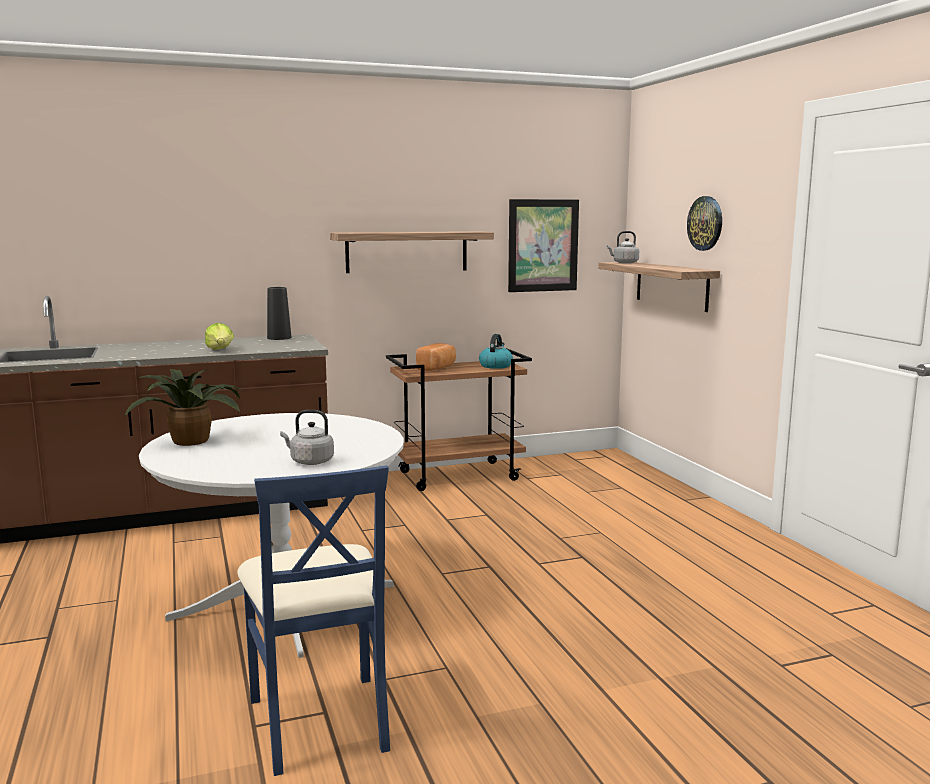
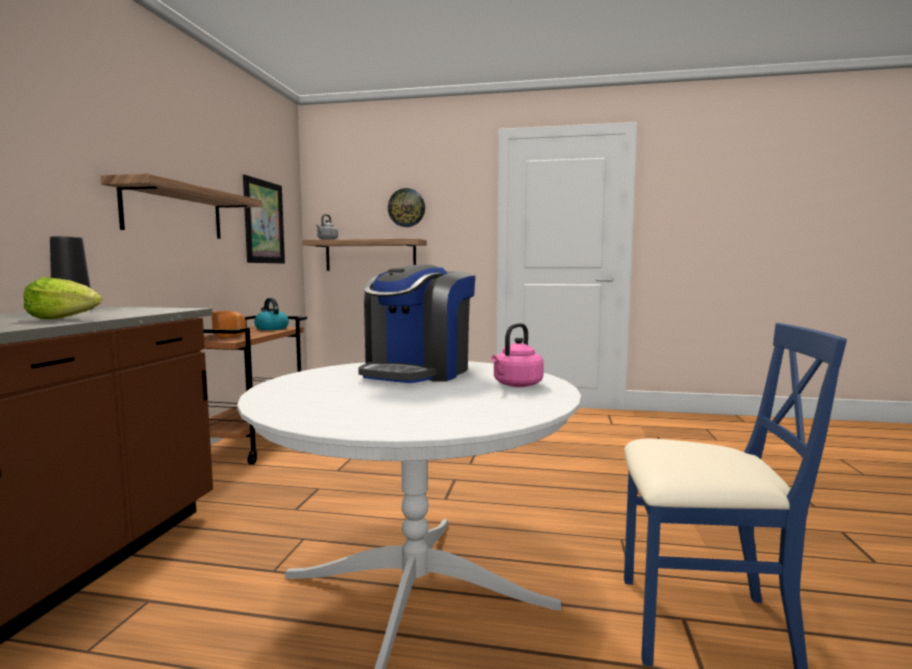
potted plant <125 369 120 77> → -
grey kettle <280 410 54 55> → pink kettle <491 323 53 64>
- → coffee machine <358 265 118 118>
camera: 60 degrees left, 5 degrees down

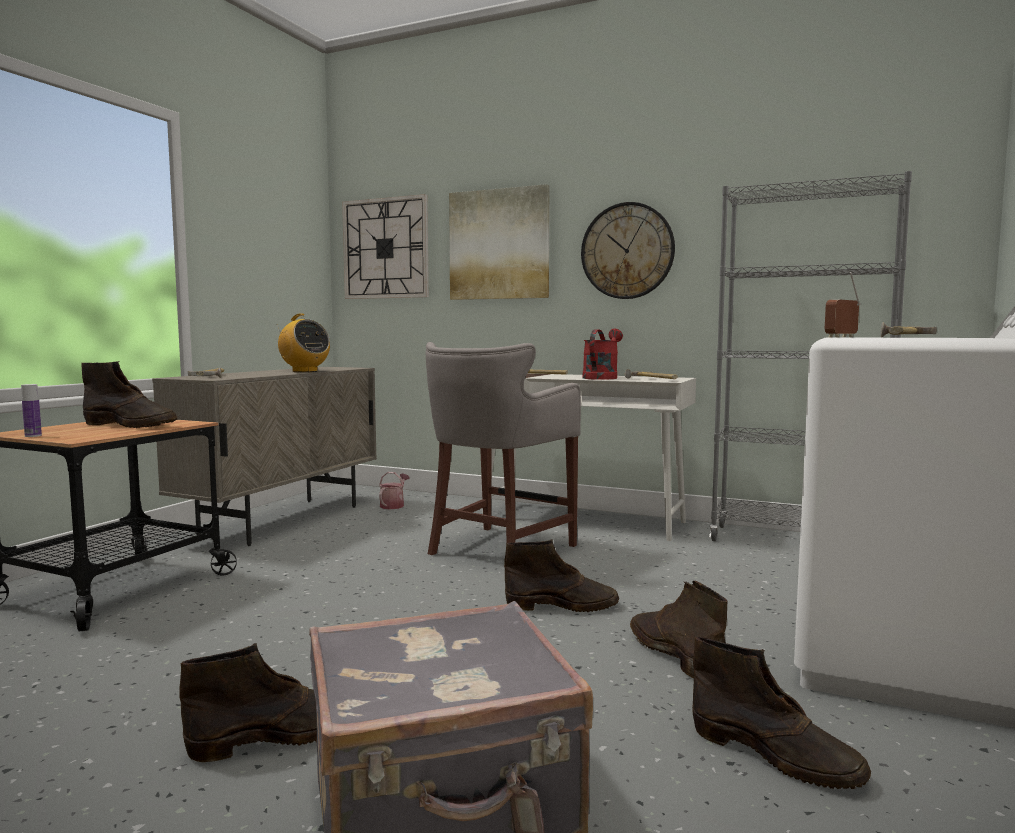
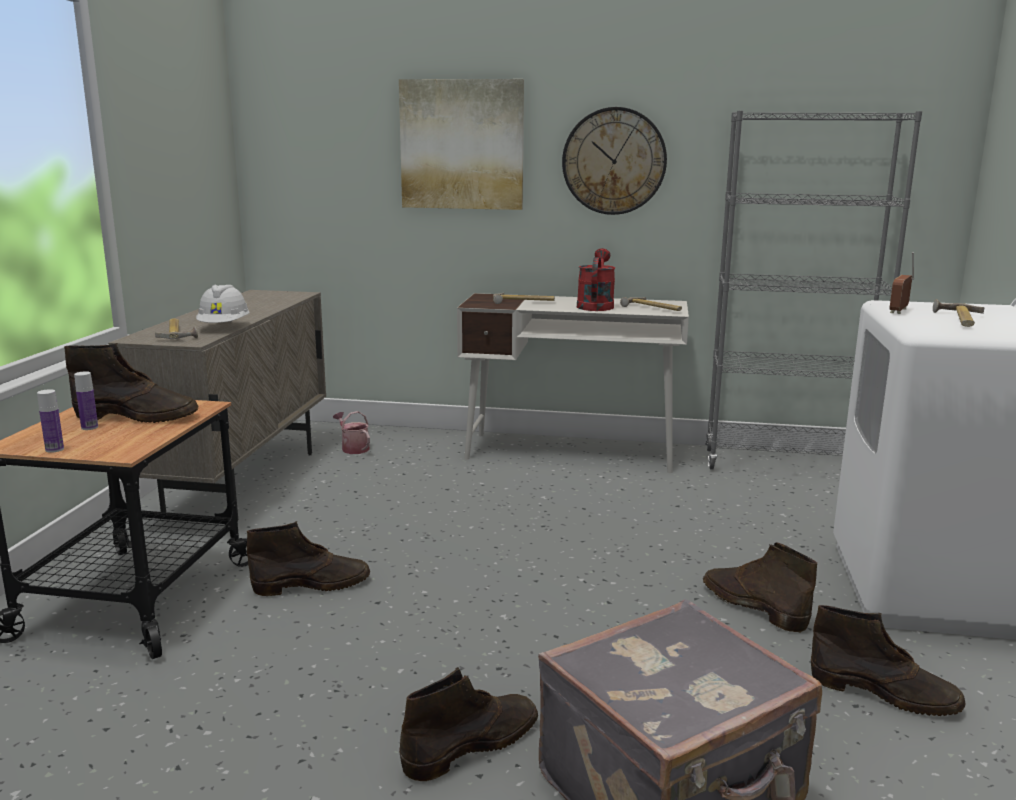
wall clock <342 194 87 105> → -
radio <276 314 54 58> → -
grey stool <425 342 156 213> → -
watering can <379 472 31 37> → watering can <333 411 37 43>, 45 degrees counterclockwise
brown boot <504 539 115 73> → brown boot <247 521 123 75>, moved
- → white hard hat <196 285 54 38>
- → bottle <74 371 24 59>
camera: 15 degrees left, 10 degrees up

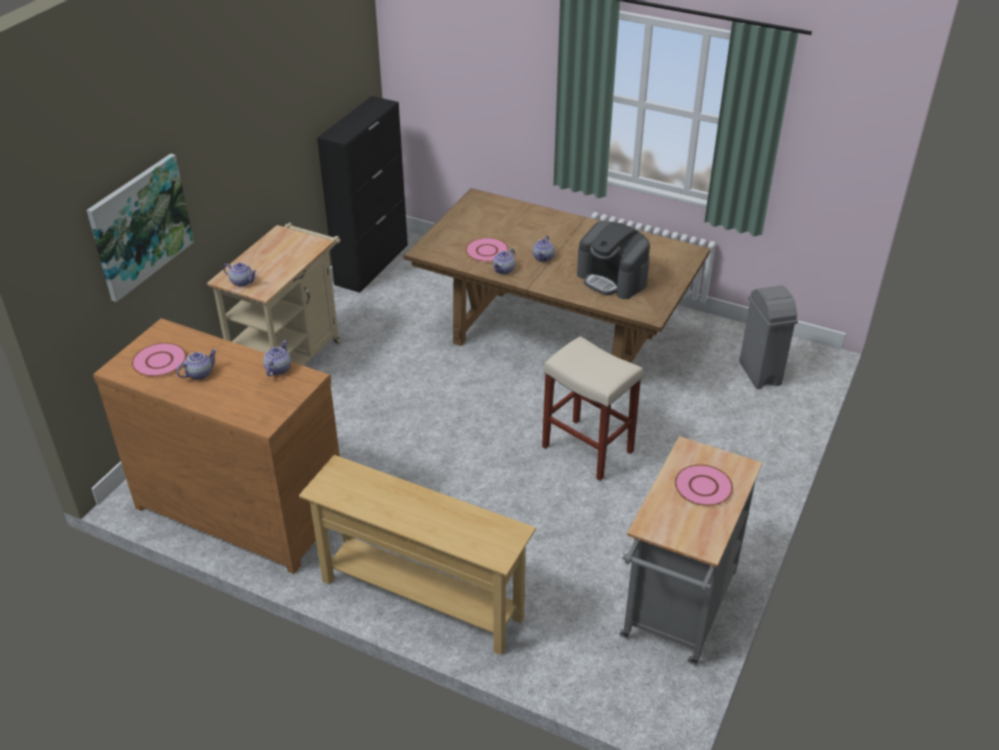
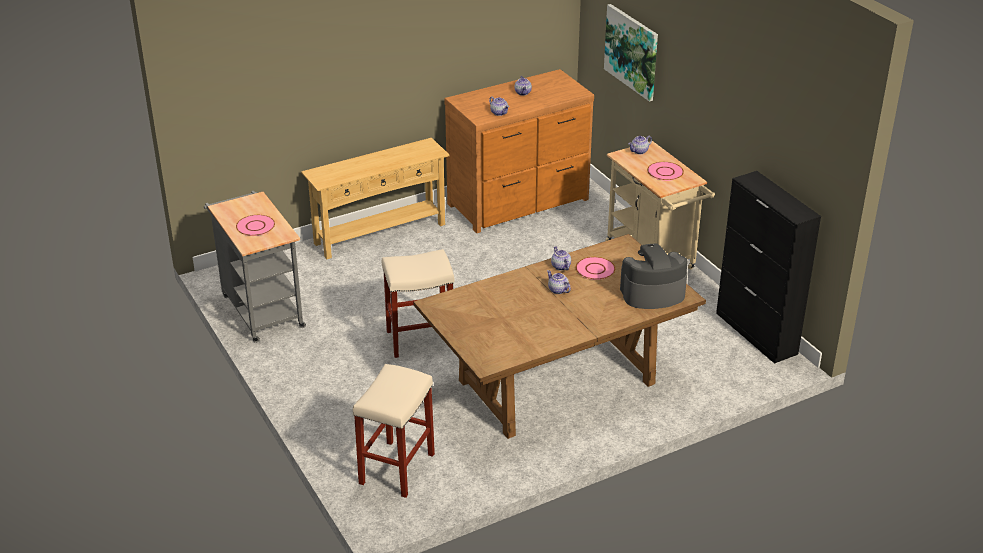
coffee machine <577 221 73 78> → coffee machine <620 244 68 65>, moved
grey trash can <739 286 59 103> → beige stool <353 364 82 134>
pink plate <132 343 55 34> → pink plate <647 162 37 19>, moved
camera: 125 degrees right, 5 degrees down

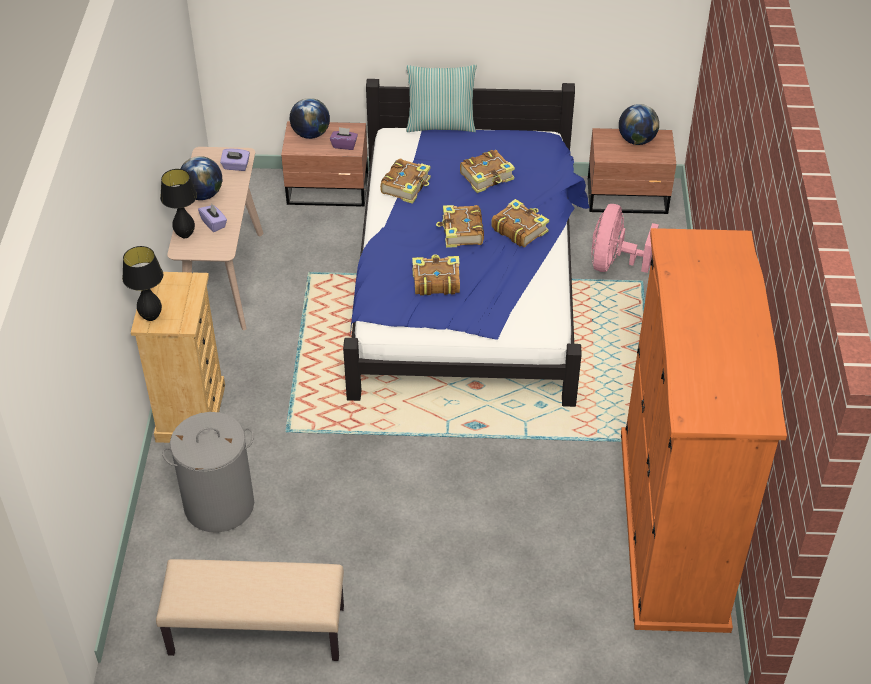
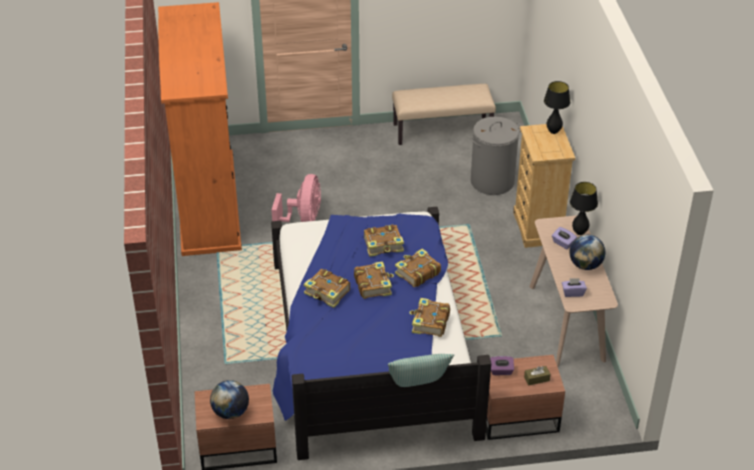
globe <290 98 40 41> → brown tissue box <524 366 26 20>
book <460 150 55 43> → book <395 249 46 38>, moved
pink fan <591 204 68 69> → pink fan <272 174 49 48>, moved
camera: 170 degrees right, 5 degrees down

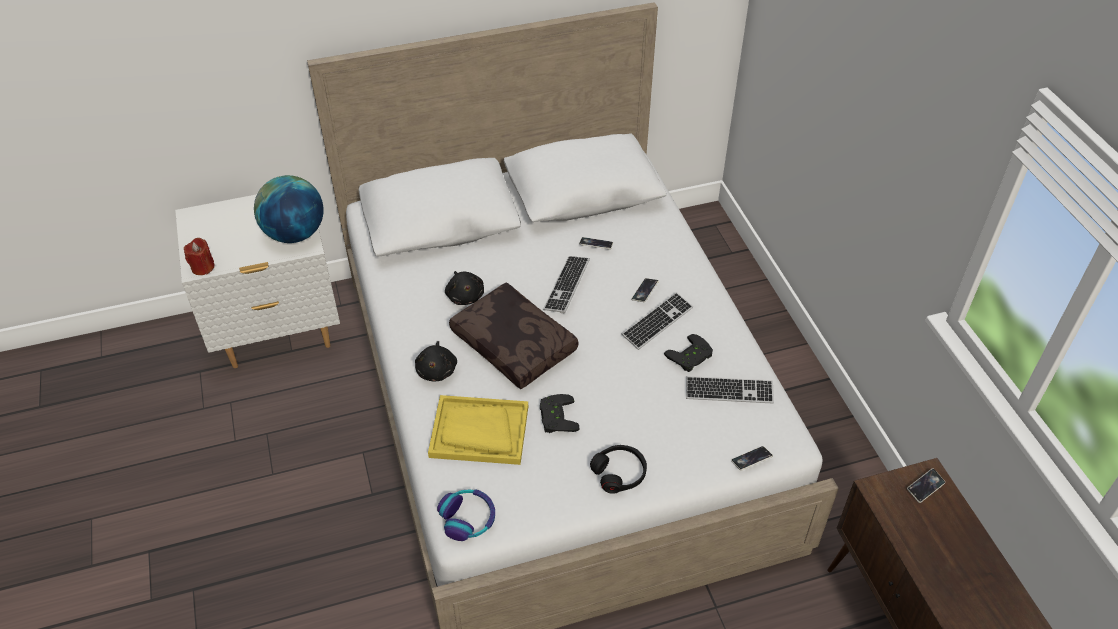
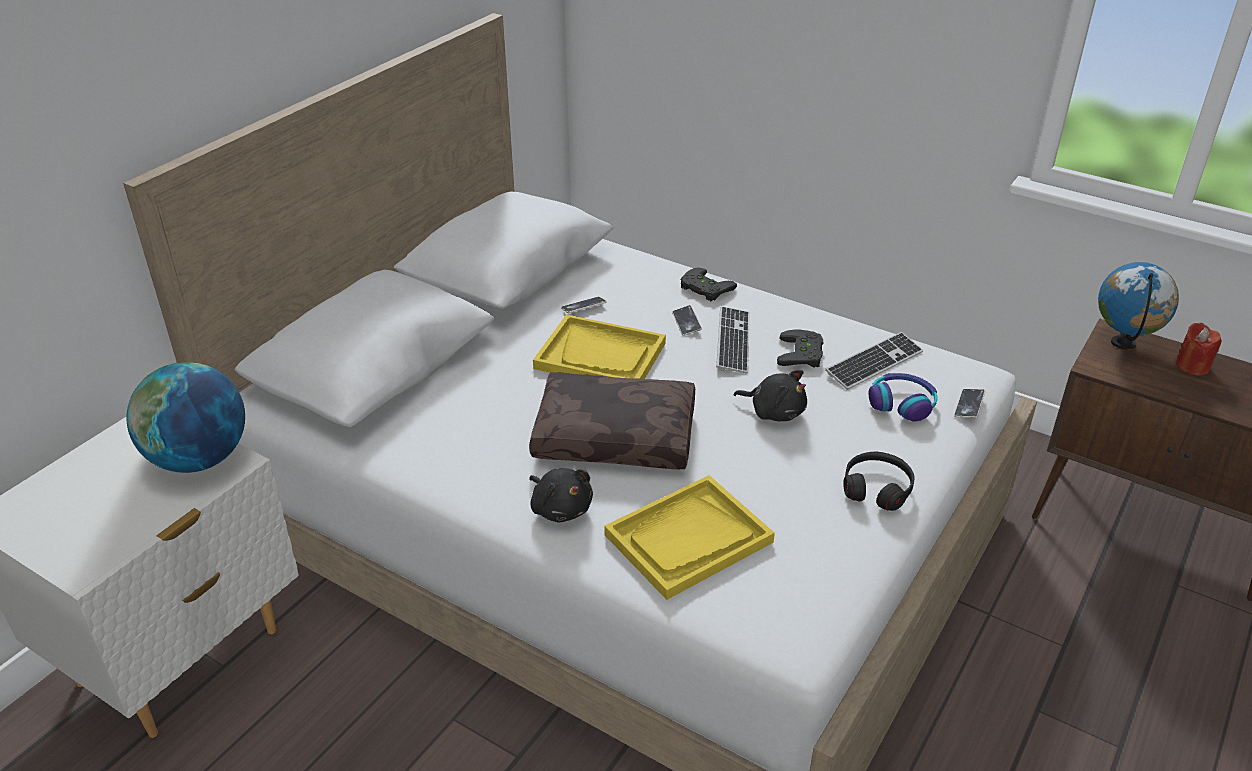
red candle <184 238 31 37> → red candle <1176 323 46 53>, moved
keyboard <543 256 47 58> → yellow tray <533 314 133 65>
black plush toy <445 271 39 34> → black plush toy <734 370 73 51>, moved
black game controller <540 394 39 39> → black game controller <681 267 56 34>, moved
phone <907 468 38 35> → globe <1098 262 81 88>
headphones <437 489 58 52> → headphones <869 373 68 49>, moved
camera: 40 degrees left, 10 degrees down

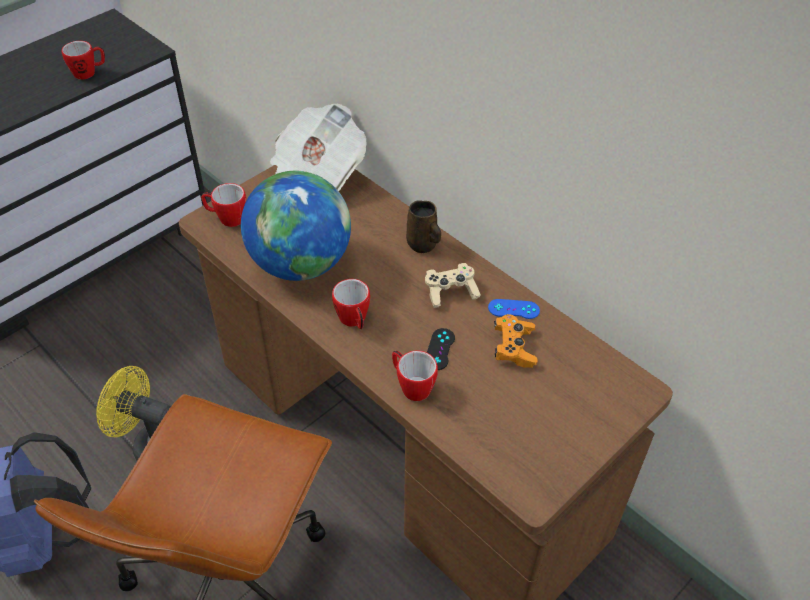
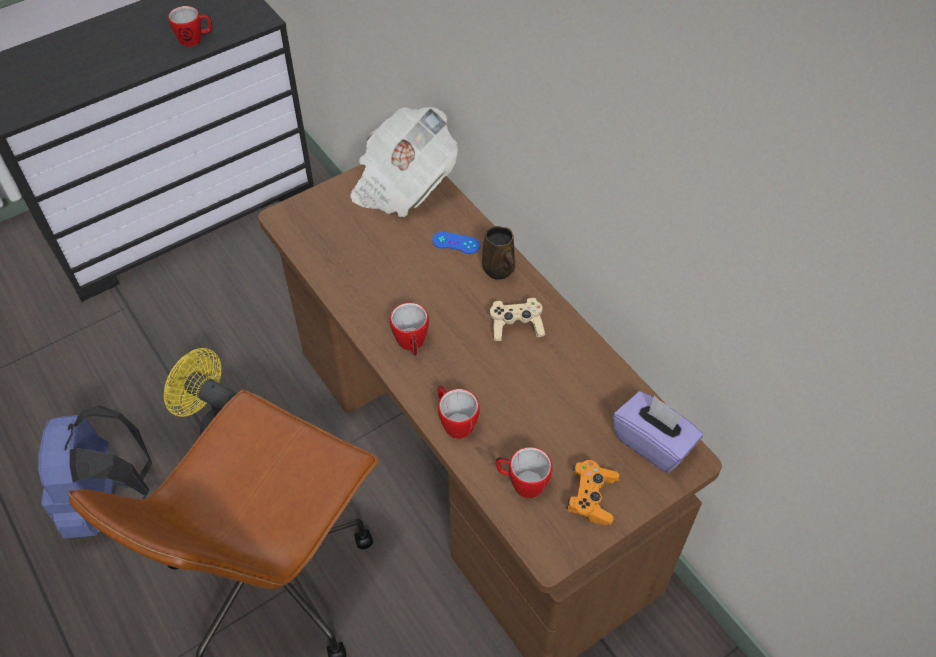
globe <241 171 110 110> → -
mug <201 183 45 44> → mug <496 447 56 51>, moved
blue game controller <488 299 52 20> → blue game controller <432 232 48 22>, moved
orange game controller <494 314 44 54> → orange game controller <566 460 53 65>, moved
black game controller <427 328 28 42> → -
- → purple tissue box <613 391 90 82>
camera: 10 degrees right, 5 degrees up

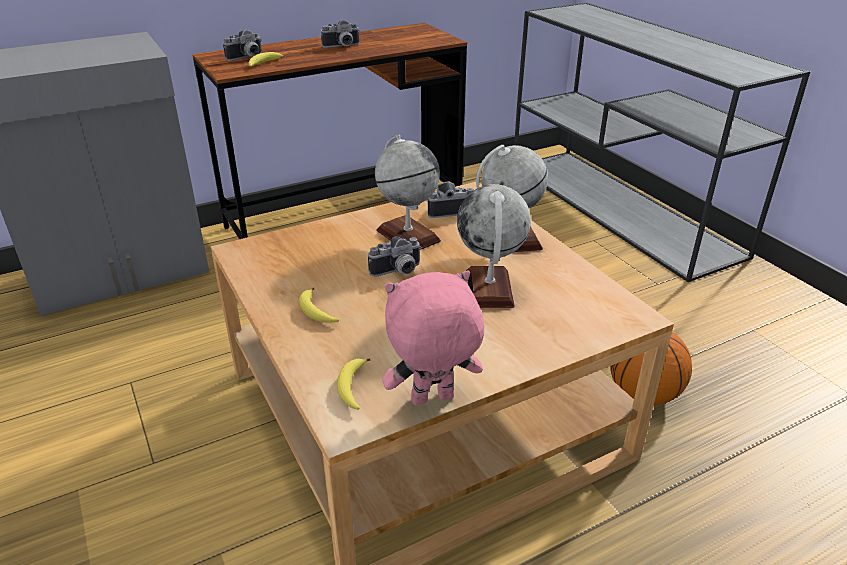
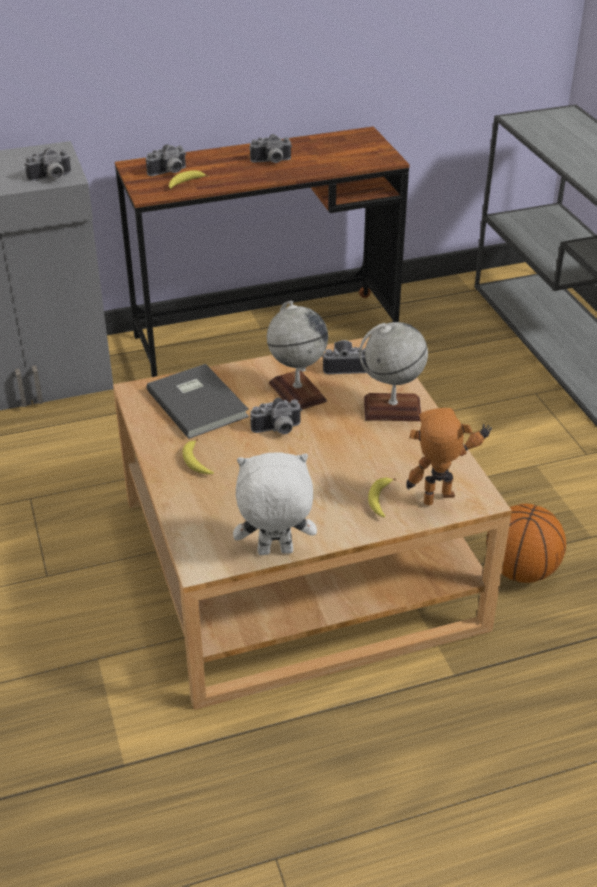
globe <457 184 74 124> → -
pink plush toy <382 270 102 135> → white plush toy <233 452 84 103>
banana <337 358 33 52> → banana <368 477 28 41>, moved
- → photo camera <24 148 47 33>
- → grey book <146 364 103 75>
- → toy robot <406 408 86 98>
camera: 10 degrees right, 5 degrees up

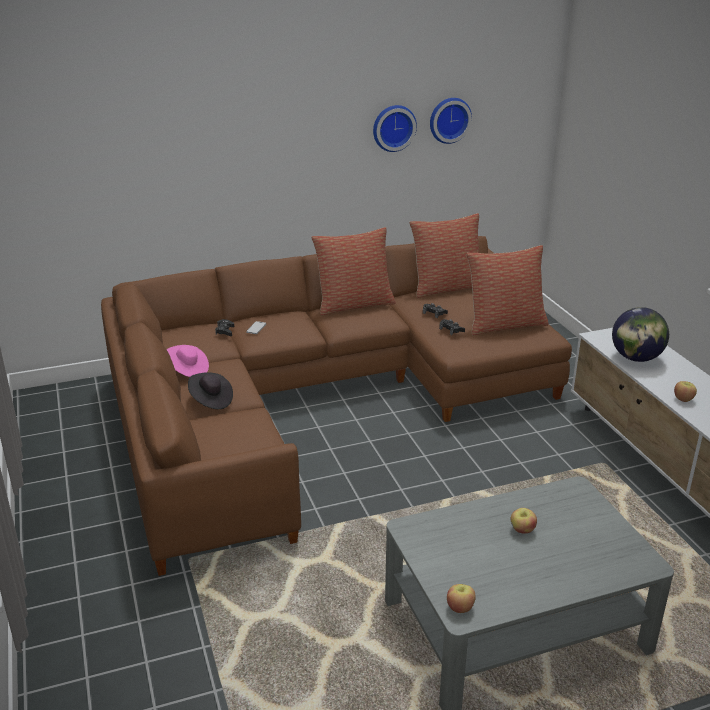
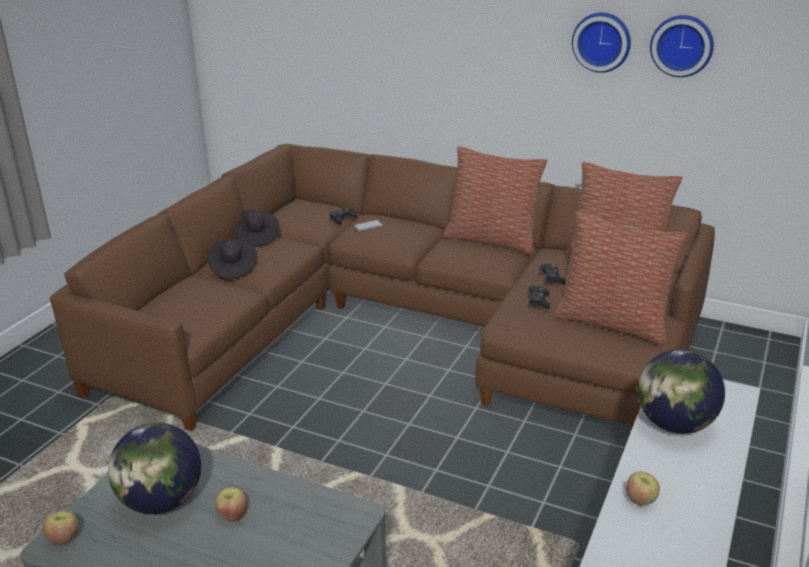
pink hat <167 345 42 32> → black hat <233 210 46 37>
- → globe <108 423 93 91>
camera: 45 degrees right, 0 degrees up

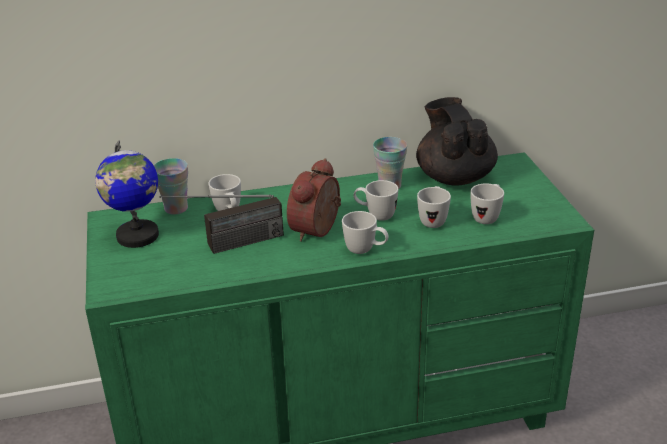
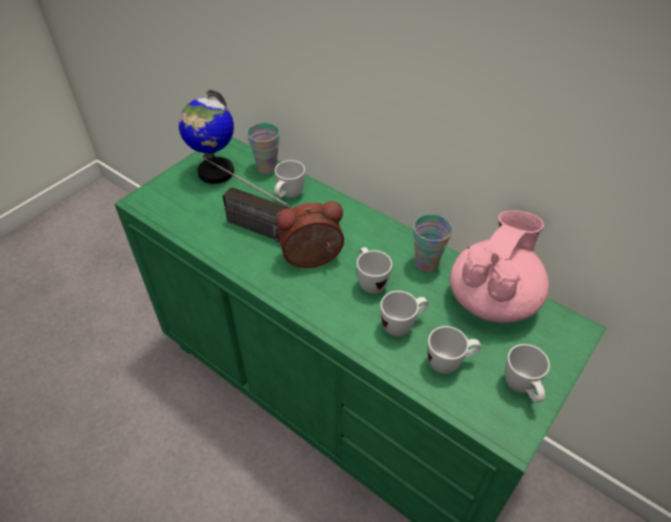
black teapot <416 97 82 89> → pink teapot <450 210 99 113>
white mug <342 211 47 43> → white mug <505 344 45 59>, moved
camera: 50 degrees right, 15 degrees up

